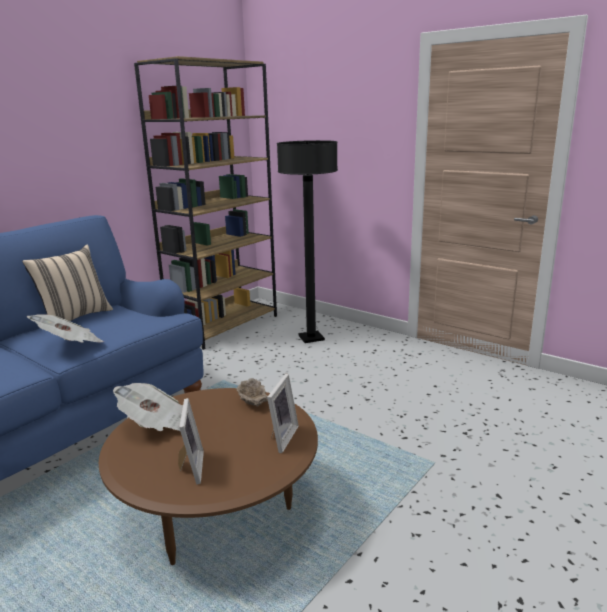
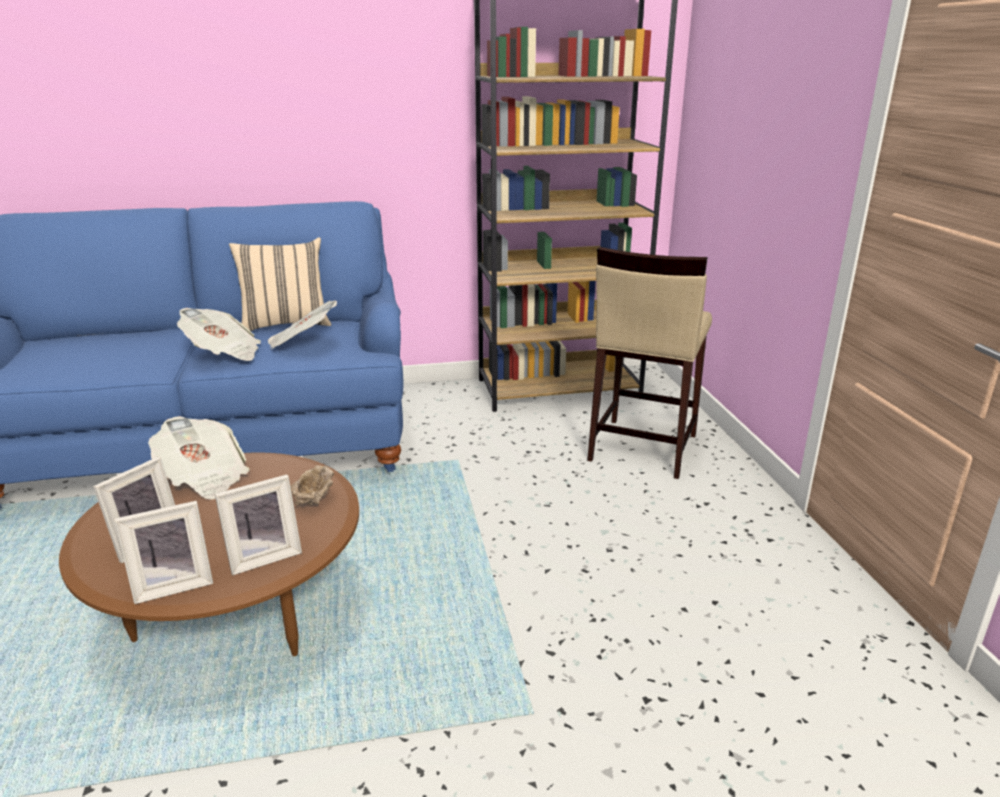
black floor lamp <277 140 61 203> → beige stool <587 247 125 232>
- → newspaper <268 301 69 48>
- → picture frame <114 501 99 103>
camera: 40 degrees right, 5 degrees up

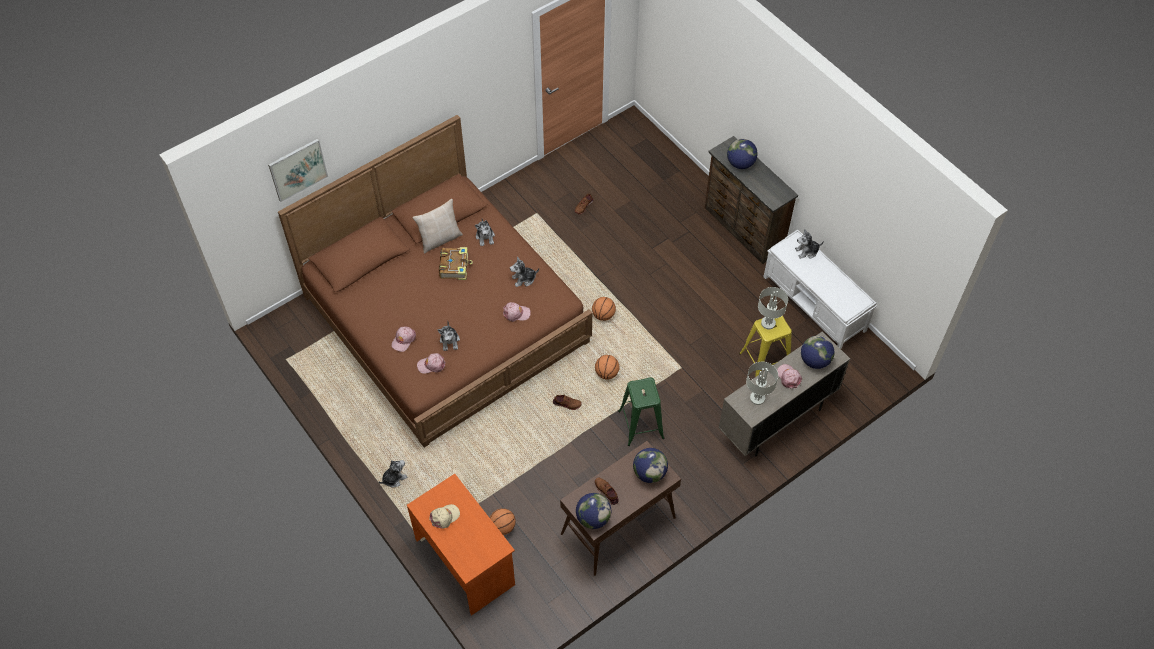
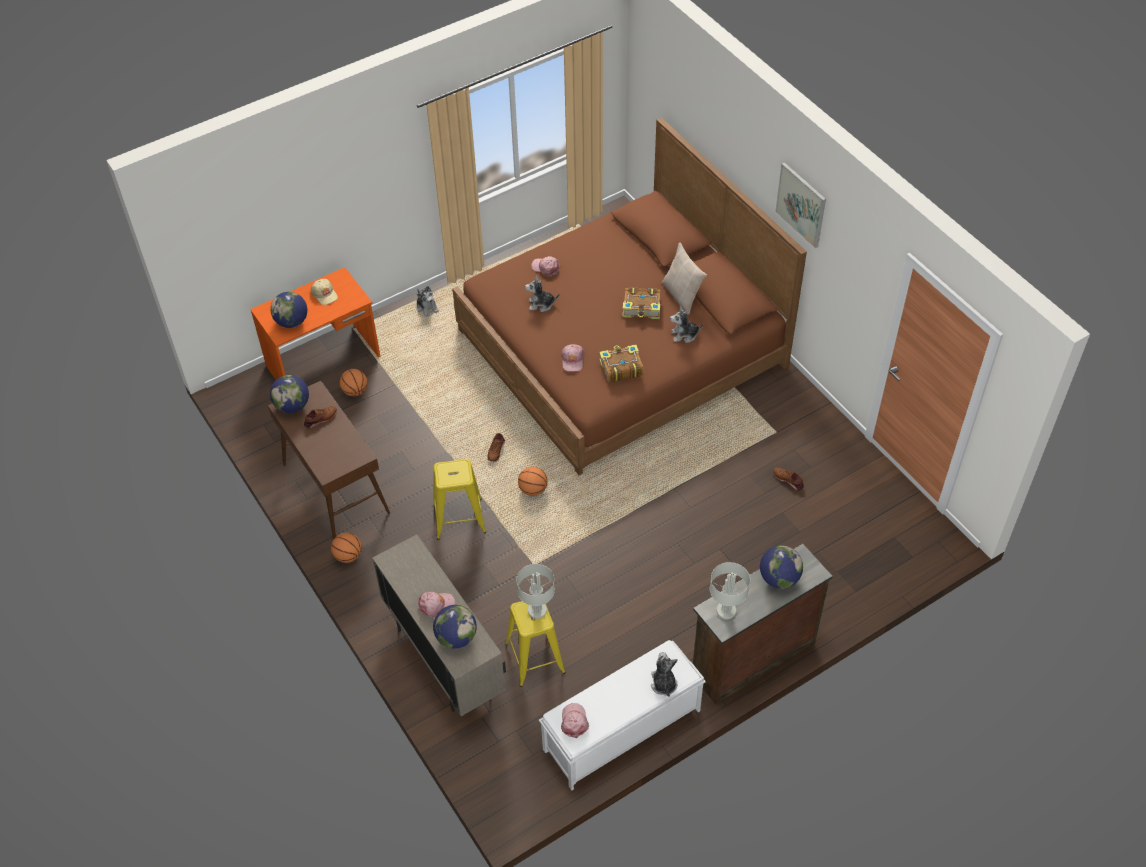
picture <268 138 60 64> → picture <775 162 51 86>, moved
plush toy <510 256 29 31> → book <599 344 45 38>
basketball <592 297 24 24> → basketball <331 533 31 30>, moved
pink cap <417 353 29 21> → pink cap <561 703 28 35>, moved
grey table lamp <746 362 32 43> → grey table lamp <710 562 40 58>, moved
green stool <618 377 46 69> → yellow stool <433 459 53 81>
globe <633 448 35 35> → globe <271 292 36 36>, moved
camera: 95 degrees right, 5 degrees down

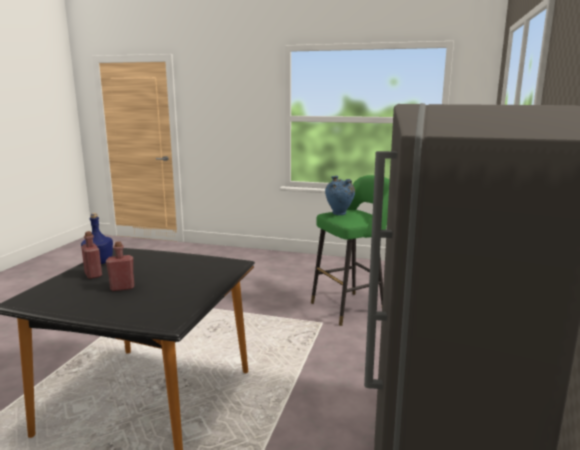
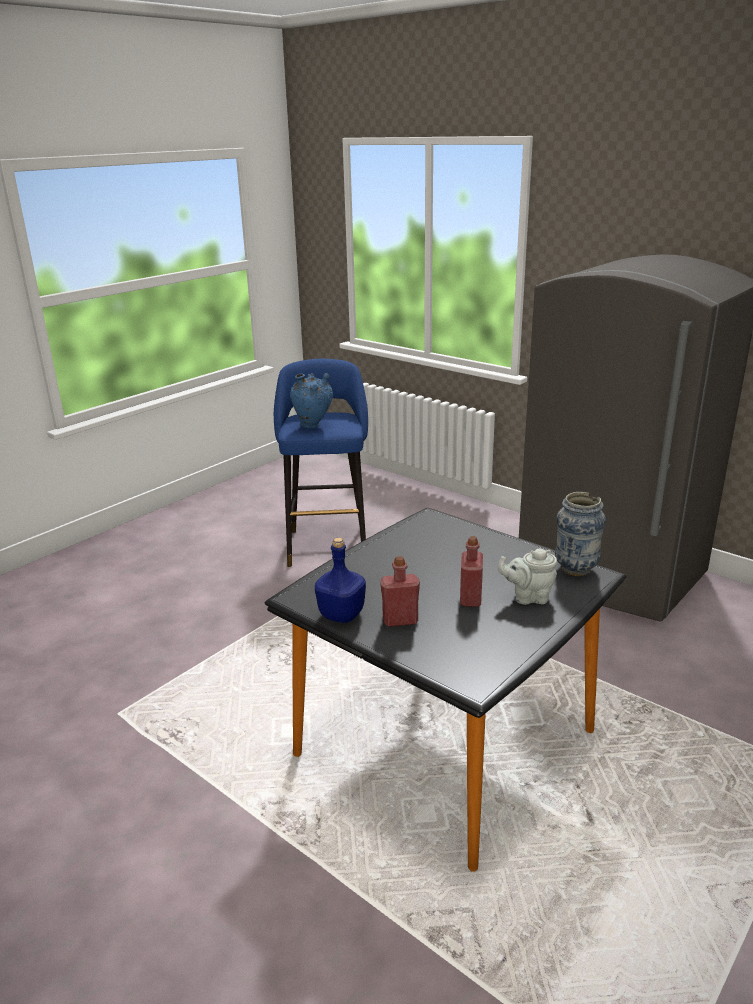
green stool <311 175 79 151> → blue stool <274 359 94 208>
- → vase <555 492 51 84>
- → grey teapot <498 549 59 56>
camera: 65 degrees left, 10 degrees up

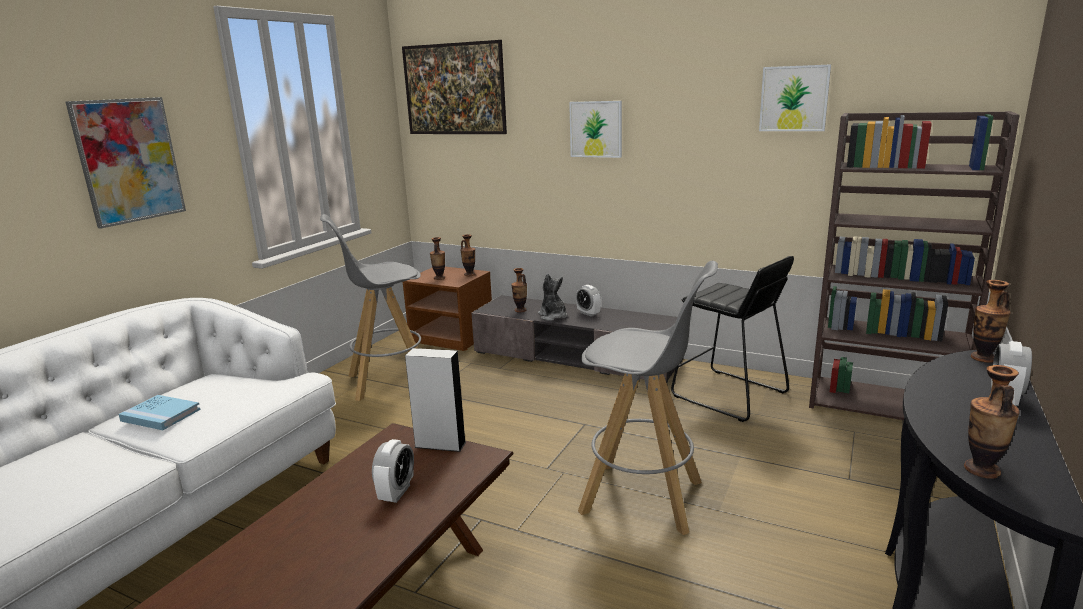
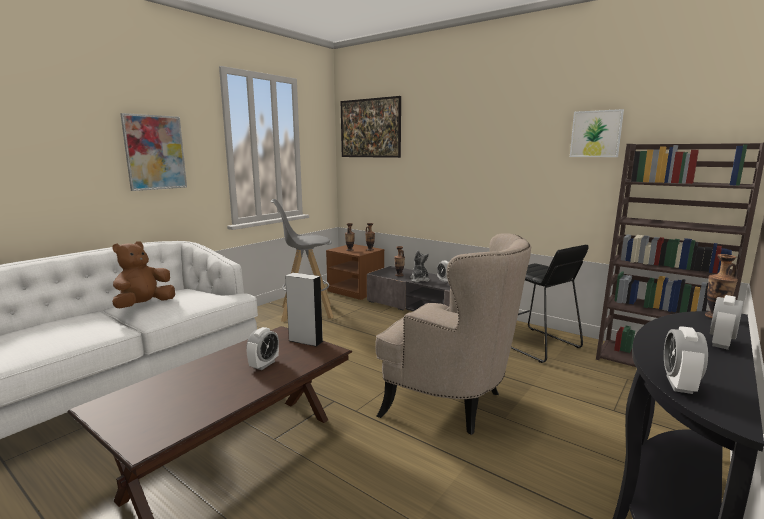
picture <569 101 53 57> → -
grey stool <578 261 140 274> → beige armchair <375 233 156 202>
vase <964 365 56 114> → alarm clock <664 326 44 68>
blue book <118 395 82 35> → brown plush toy <112 241 63 67>
camera: 10 degrees right, 5 degrees down

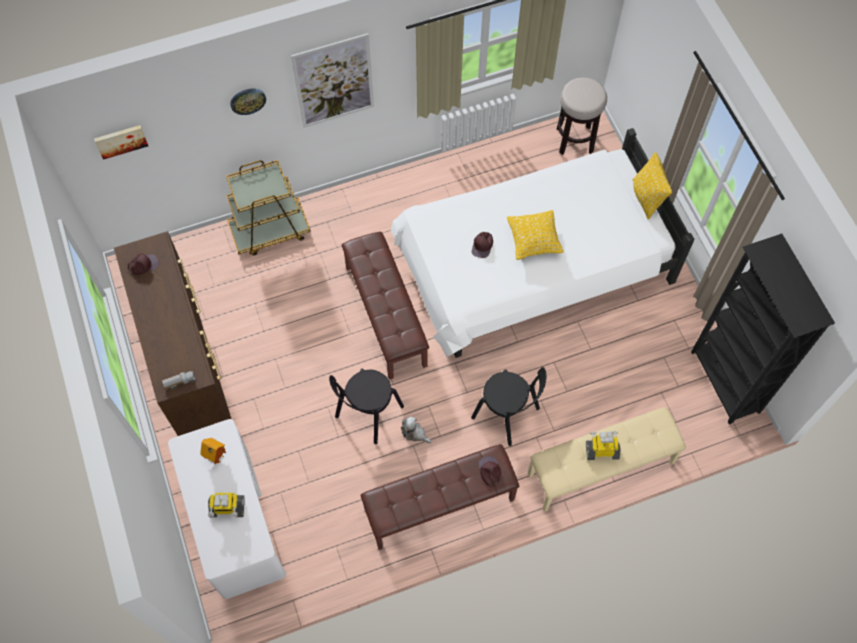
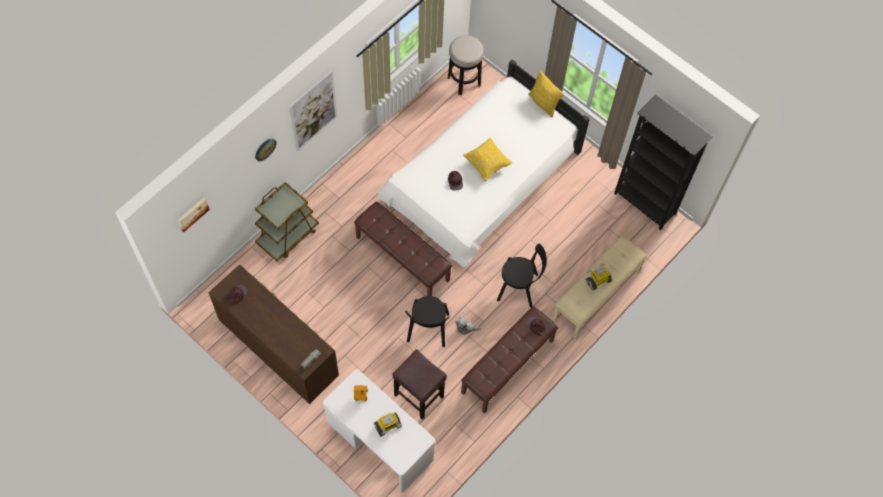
- → brown stool <392 349 55 71>
camera: 30 degrees left, 0 degrees up

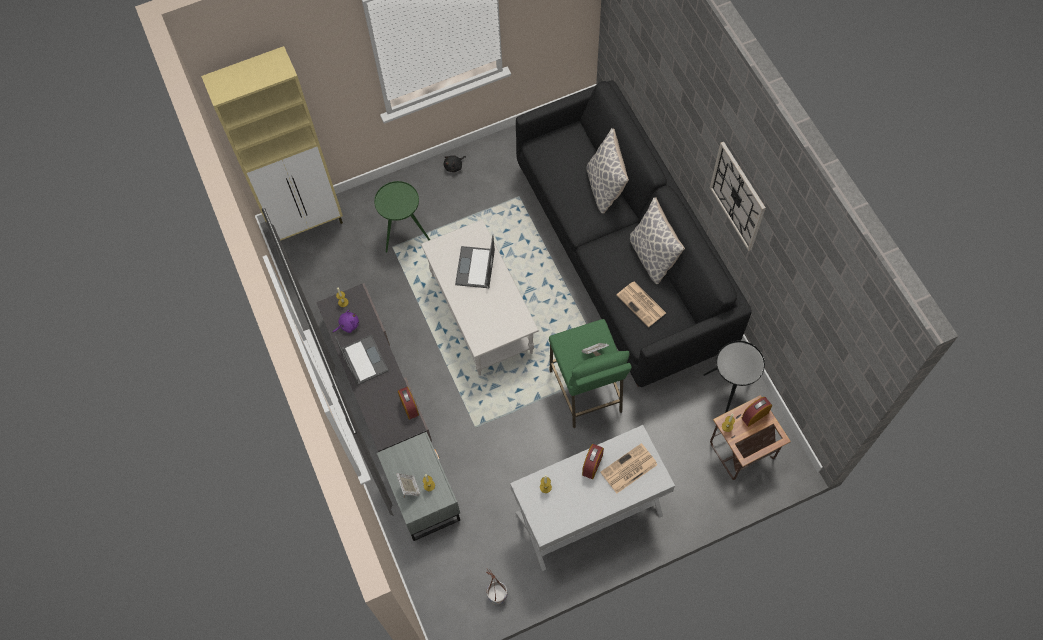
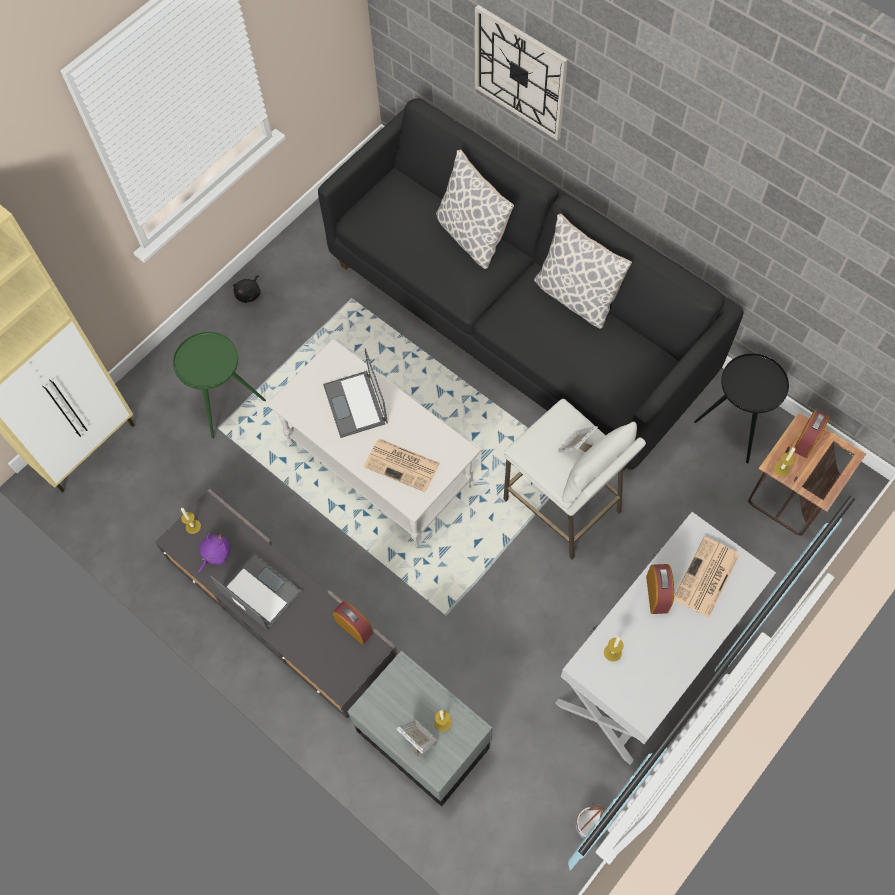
wall clock <710 142 56 109> → wall clock <475 5 93 135>, moved
newspaper <617 281 49 46> → newspaper <364 439 76 53>, moved
green stool <549 319 83 109> → white stool <503 399 143 160>
camera: 25 degrees left, 0 degrees up

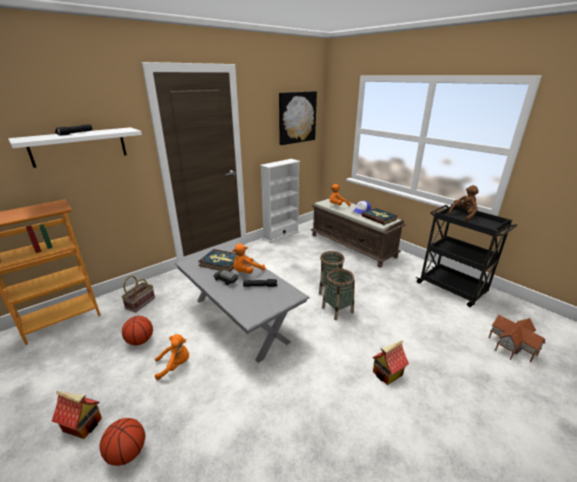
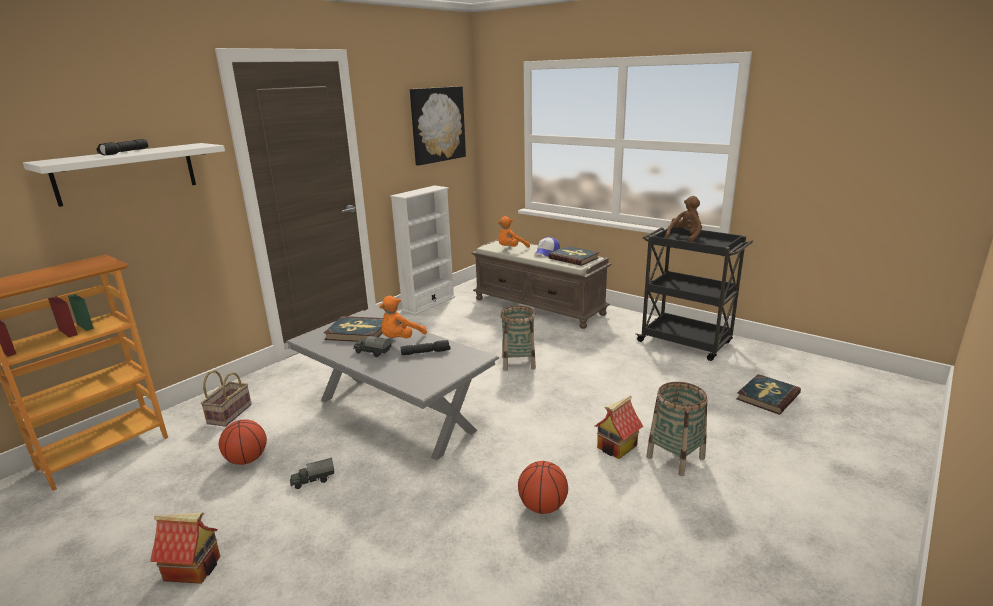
basket <322 269 32 51> → basket <646 382 61 94>, moved
toy house <489 315 56 47> → book <736 374 65 41>
orange plush toy <155 334 34 46> → toy truck <290 458 44 31>
basketball <99 418 46 48> → basketball <518 461 50 53>, moved
camera: 10 degrees left, 5 degrees down

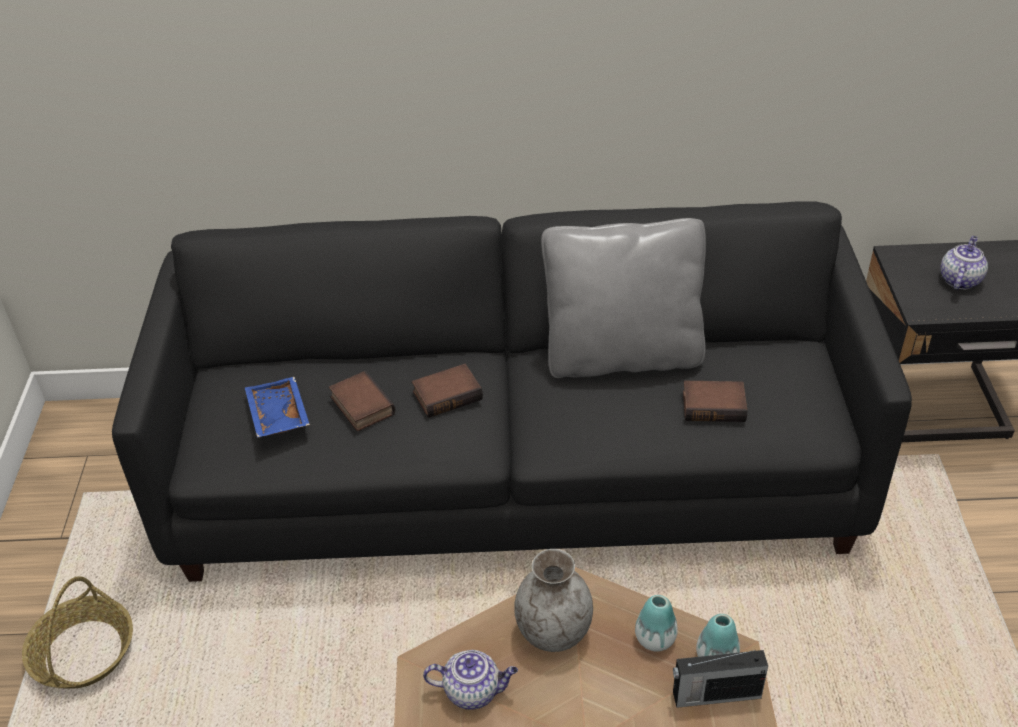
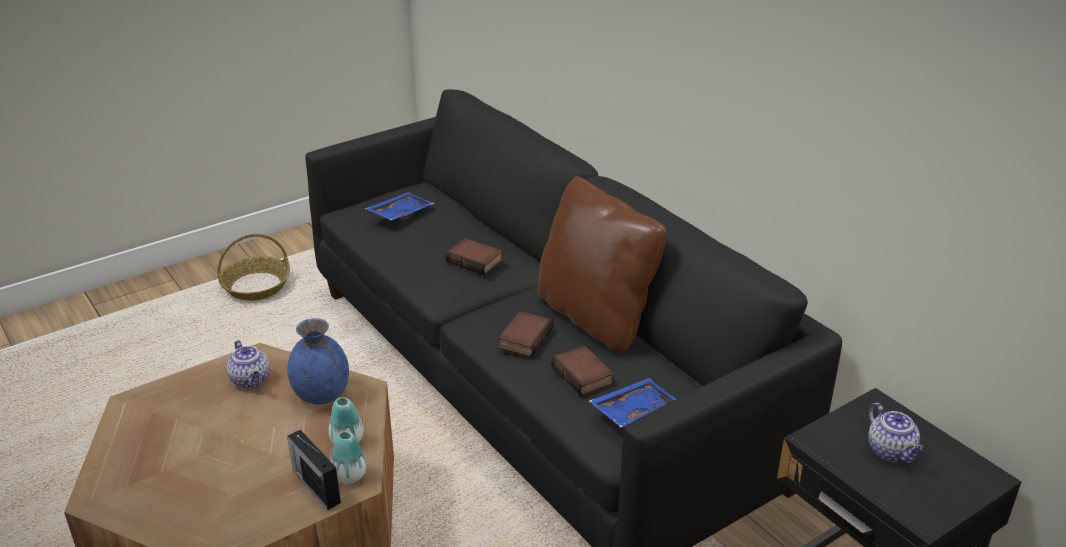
grey pillow <541 218 165 160> → brown pillow <538 176 129 178>
teapot <940 236 48 54> → teapot <868 403 57 60>, 75 degrees clockwise
book <329 371 66 60> → book <498 311 56 46>, moved
grey vase <514 549 79 103> → blue vase <287 318 62 86>
- → blue tray <589 378 87 49>
camera: 55 degrees right, 10 degrees down

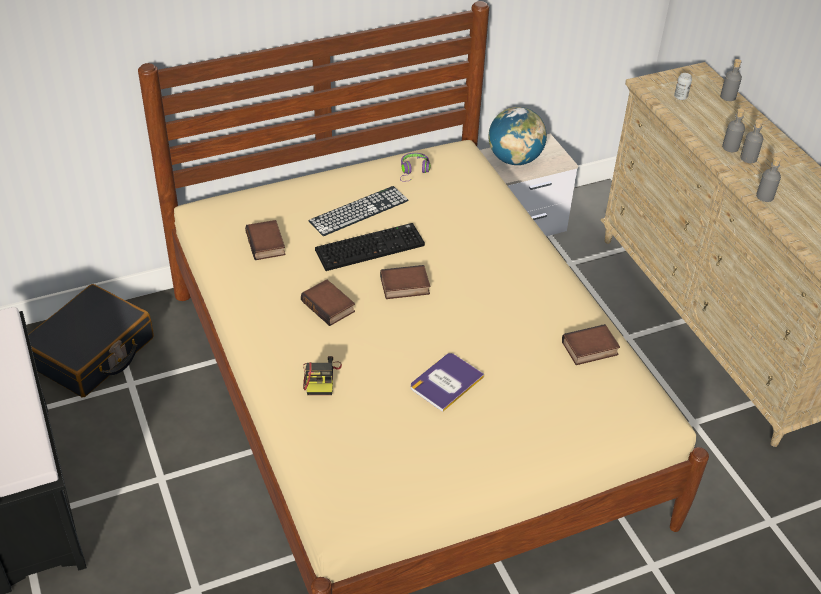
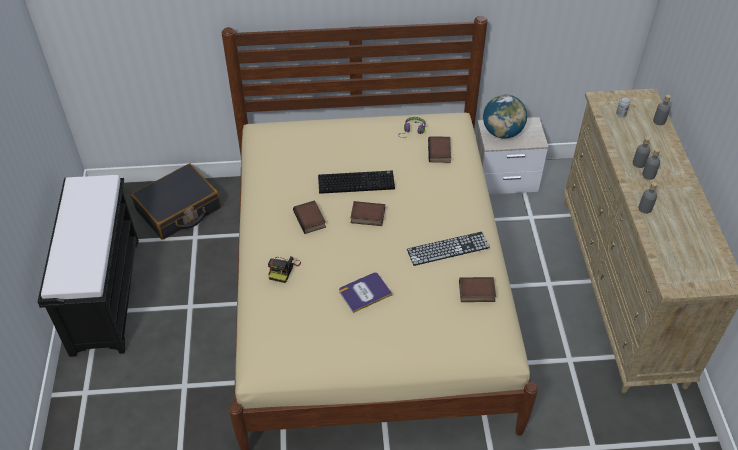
keyboard <308 186 101 50> → keyboard <407 232 83 34>, moved
book <245 220 40 40> → book <428 136 23 27>, moved
camera: 20 degrees right, 5 degrees up

